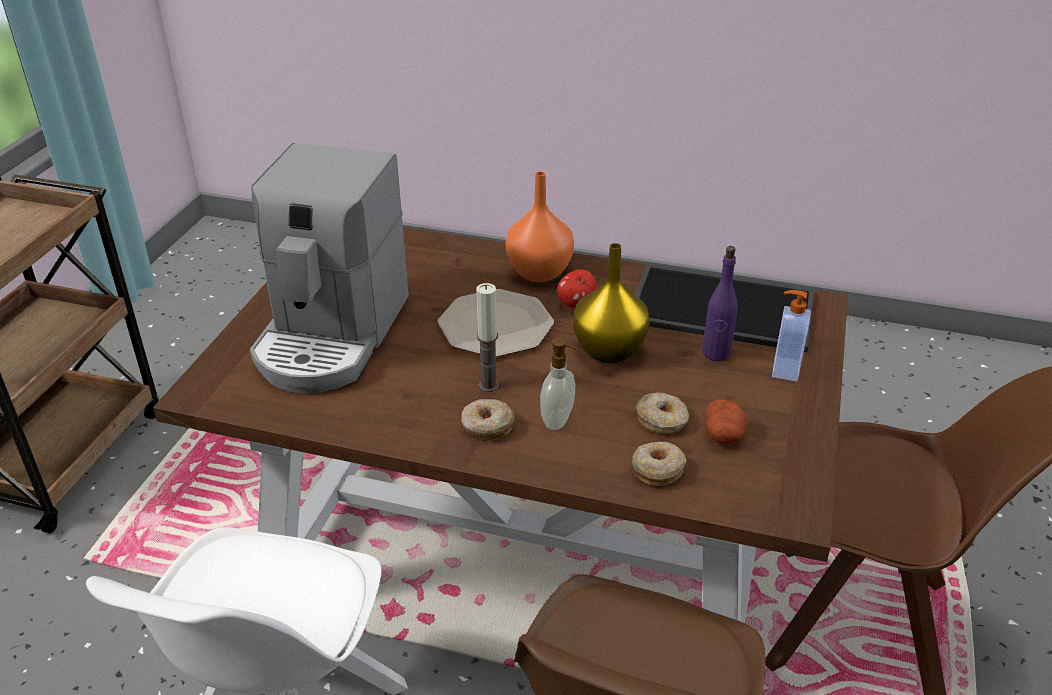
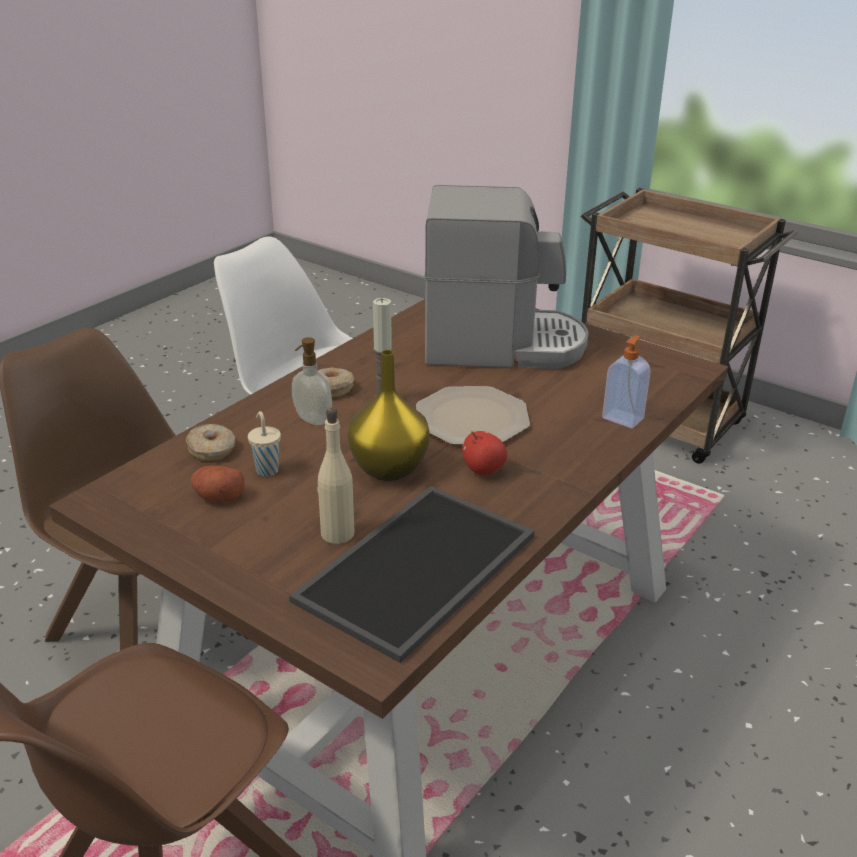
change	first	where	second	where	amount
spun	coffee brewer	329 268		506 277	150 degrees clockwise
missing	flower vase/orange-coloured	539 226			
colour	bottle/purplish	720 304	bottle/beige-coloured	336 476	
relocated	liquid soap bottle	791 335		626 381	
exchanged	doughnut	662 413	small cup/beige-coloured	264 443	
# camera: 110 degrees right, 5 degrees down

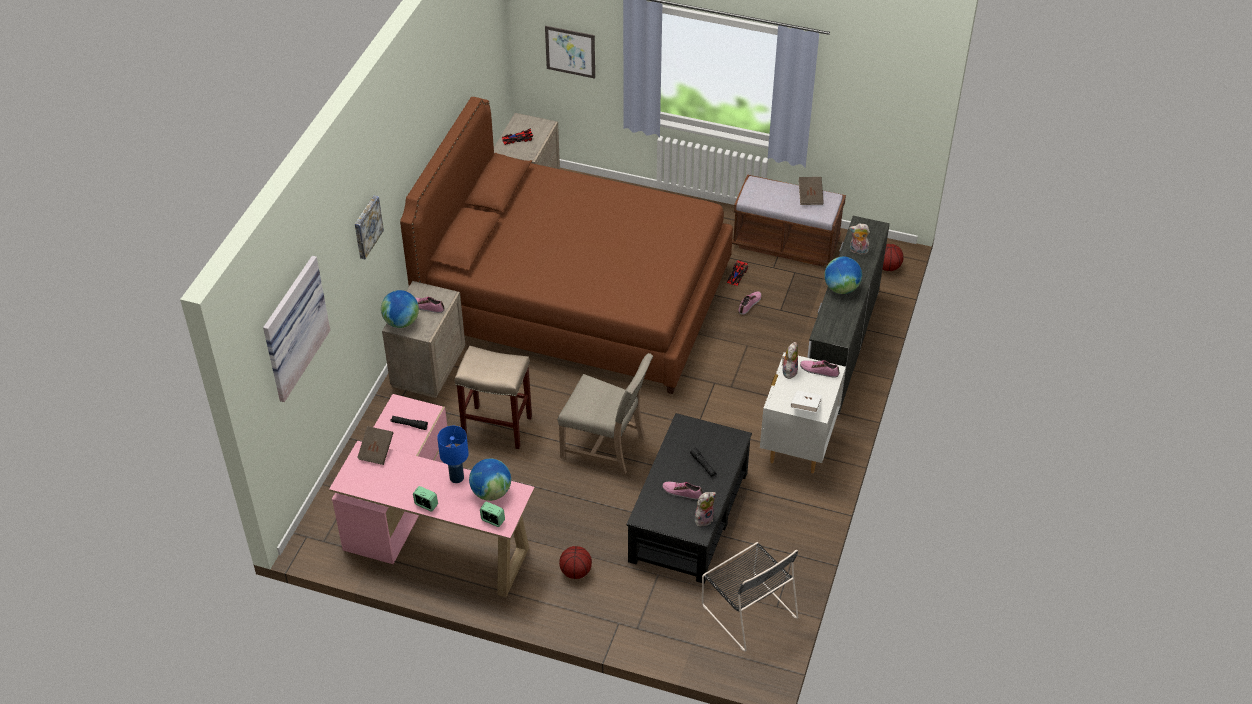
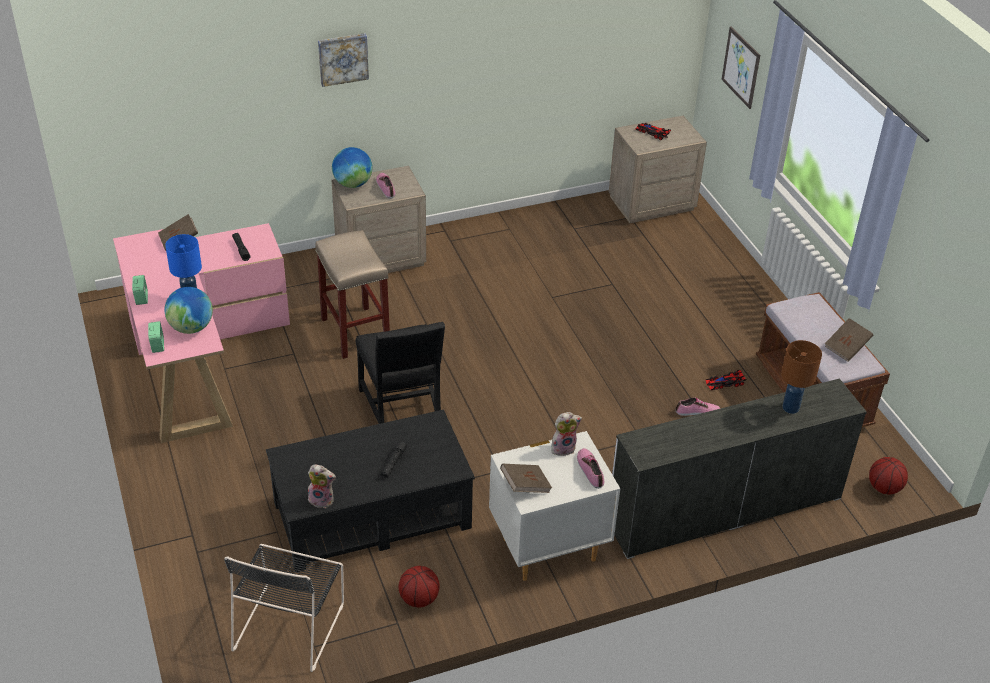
change	first	where	second	where	amount
missing	sleeping bed/brownish	566 245			
exchanged	soft toy	859 239	lamp for a table/brownish	801 377	
missing	picture	296 329			
missing	world globe	843 275			
colour	upright chair/beige-coloured	605 414	upright chair/blackish	400 373	
colour	book/white	806 402	book/brownish	526 478	
missing	item of footwear	682 491			
relocated	basketball ball	575 562		419 587	
# camera: 50 degrees right, 5 degrees down

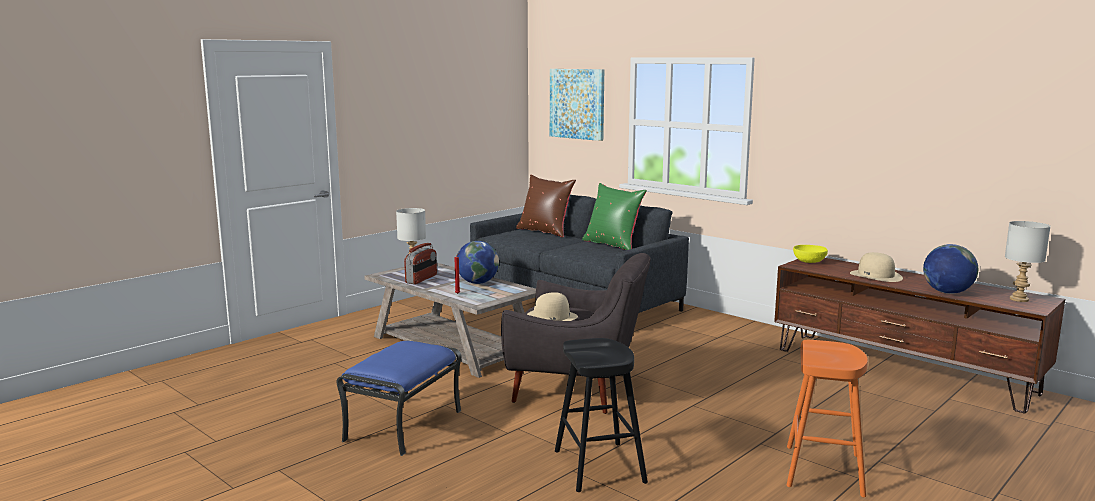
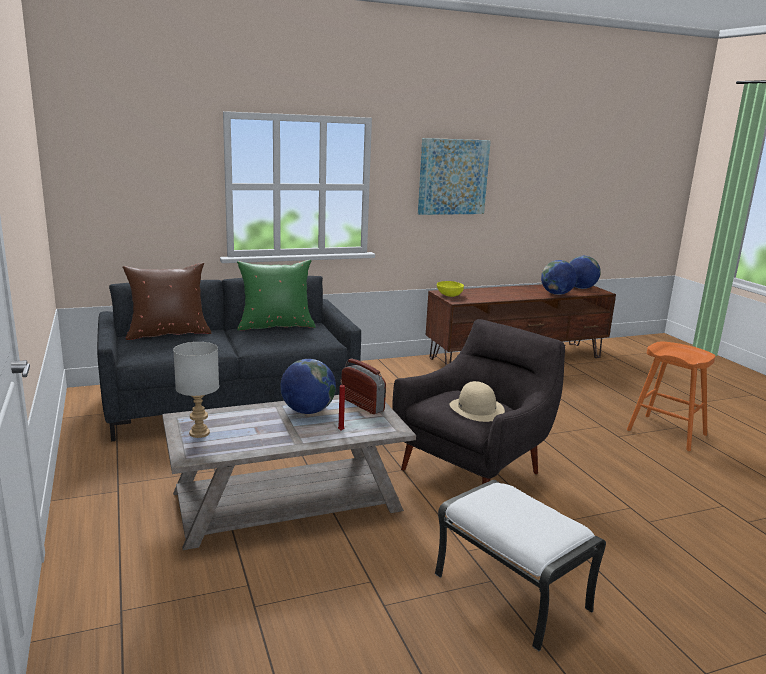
change	first	where	second	where	amount
relocated	picture	577 105		454 176	
exchanged	lamp for a table/greyish	1028 261	world globe	585 272	
relocated	radio	420 263		364 386	
missing	wearable hat/beige-coloured	876 267			
missing	stool seat/blackish	601 415			
colour	pouffe/blue-coloured	399 398	pouffe/white	520 565	
# camera: 65 degrees left, 5 degrees up

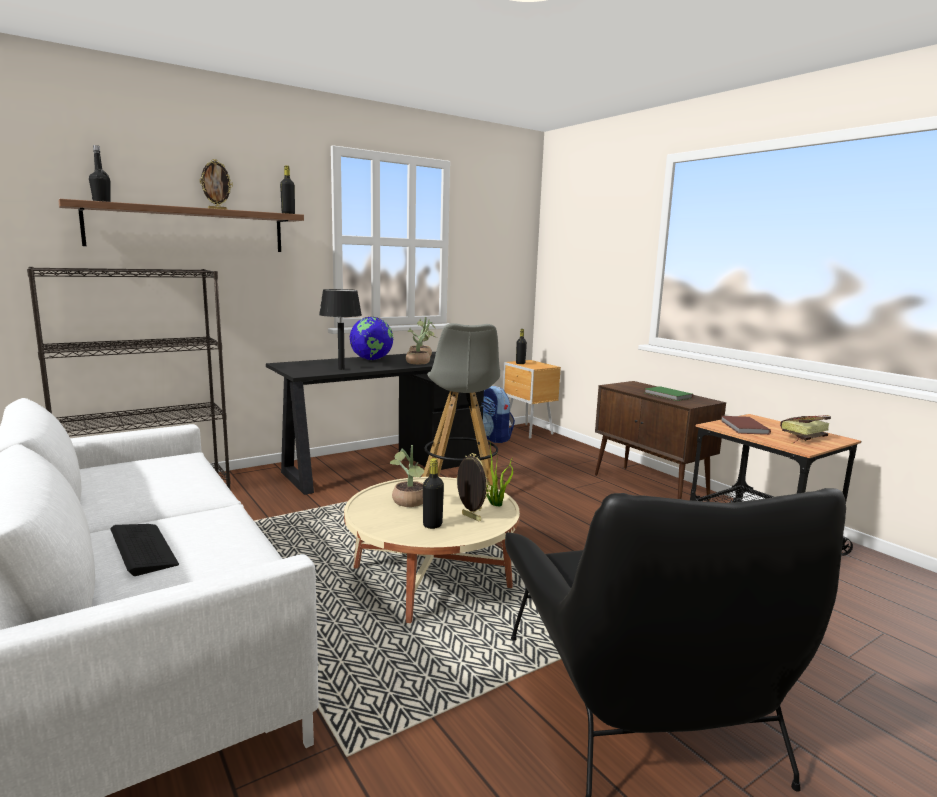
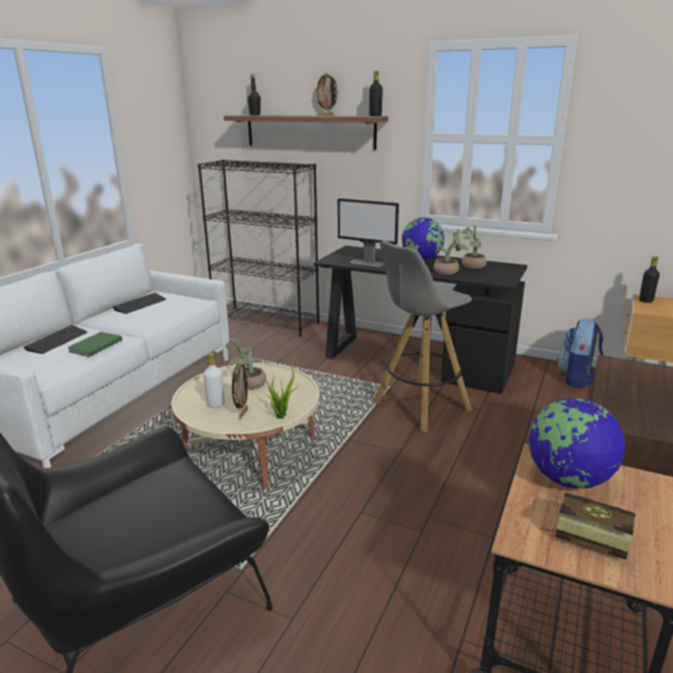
change	first	where	second	where	amount
exchanged	lamp for a table/blackish	340 329	monitor	368 232	
relocated	book/green-coloured	669 393		95 344	
exchanged	book/brownish	746 425	world globe	576 443	
colour	bottle/blackish	433 493	bottle/white	213 380	
appeared			PC keyboard	139 303	
# camera: 60 degrees right, 10 degrees up

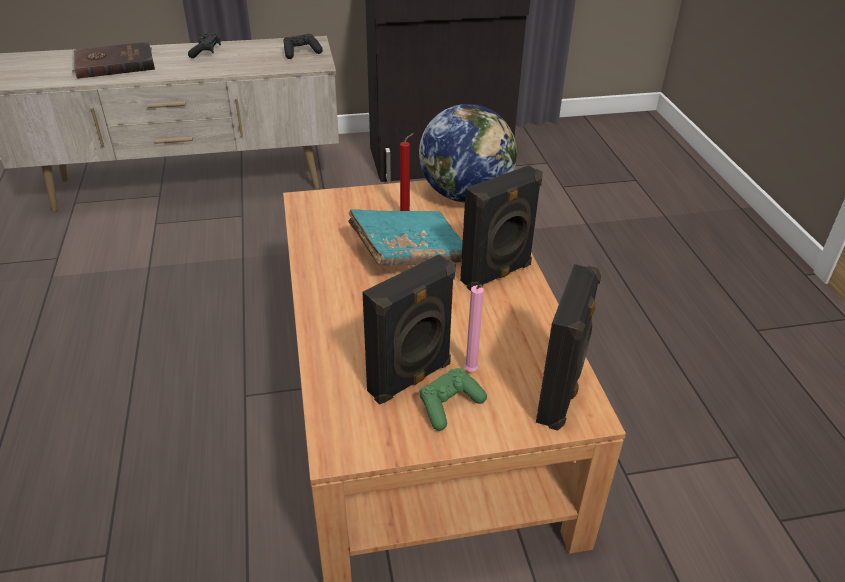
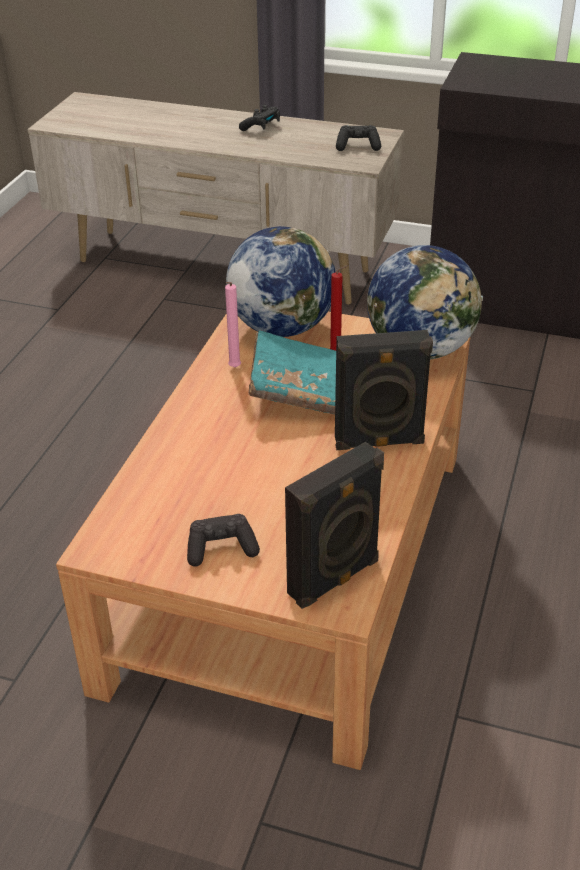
change	first	where	second	where	amount
missing	book/brownish	113 60			
missing	speaker/blackish	409 329			
relocated	candle/pink-coloured	474 328		233 325	
colour	game controller/green-coloured	453 399	game controller/blackish	223 540	
appeared			world globe	281 281	
# camera: 30 degrees right, 0 degrees up

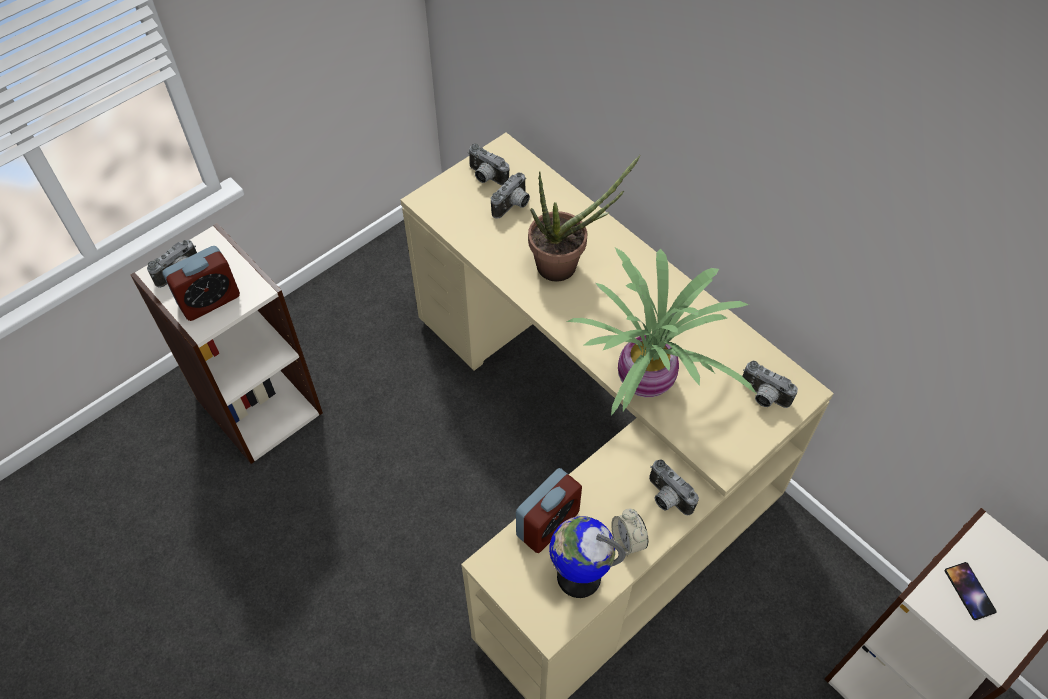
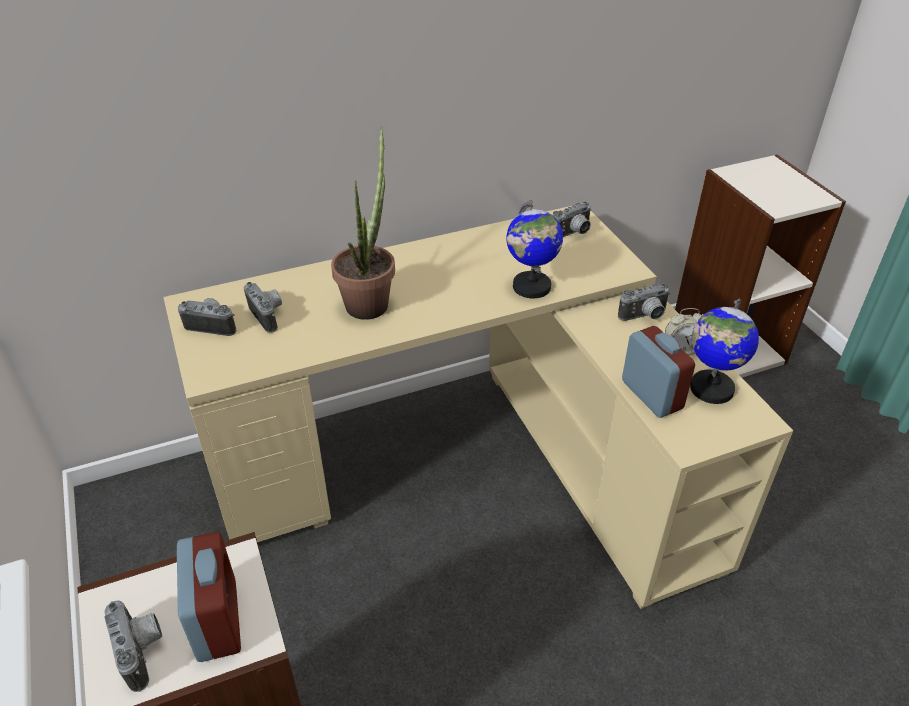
change	first	where	second	where	amount
spun	photo camera	489 164		207 317	135 degrees counterclockwise
exchanged	potted plant	661 332	world globe	534 249	
missing	phone	971 591			
# camera: 70 degrees left, 15 degrees down

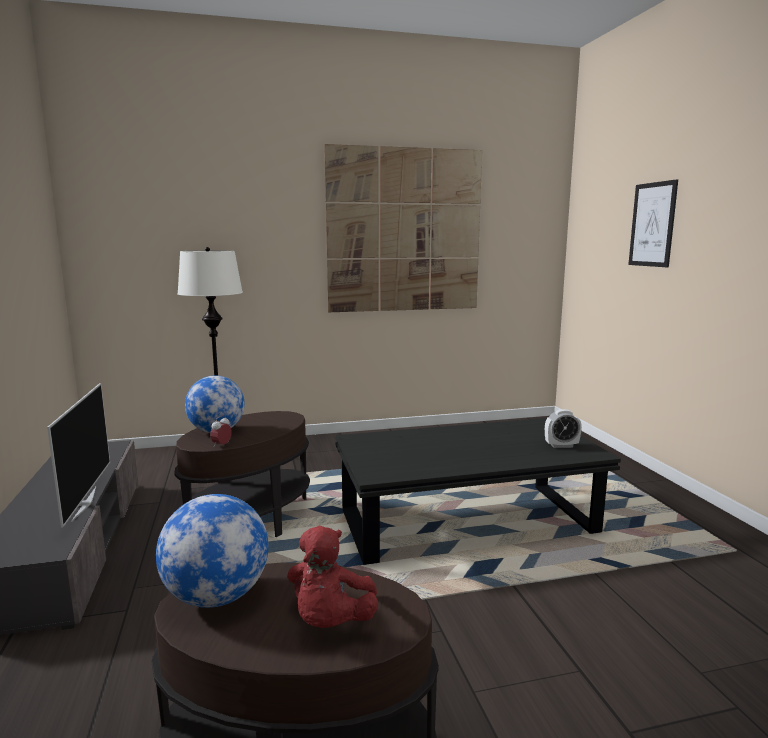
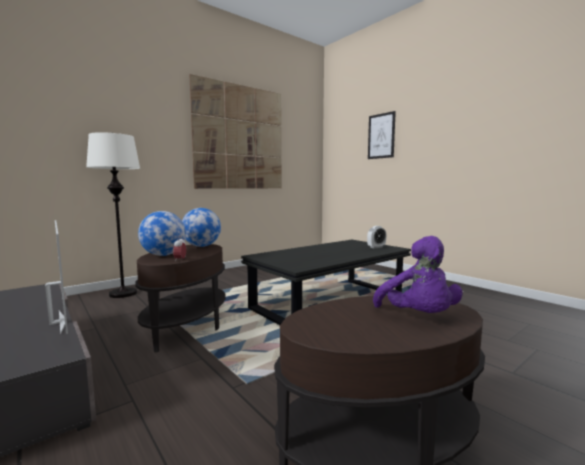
change	first	where	second	where	amount
relocated	world globe	212 551		201 227	
colour	soft toy/red	332 577	soft toy/purplish	418 274	
# camera: 25 degrees left, 5 degrees down

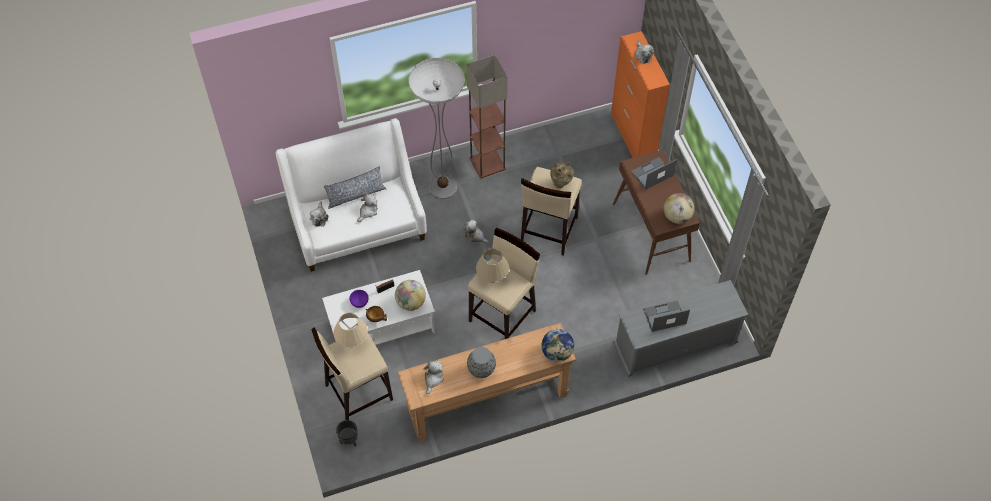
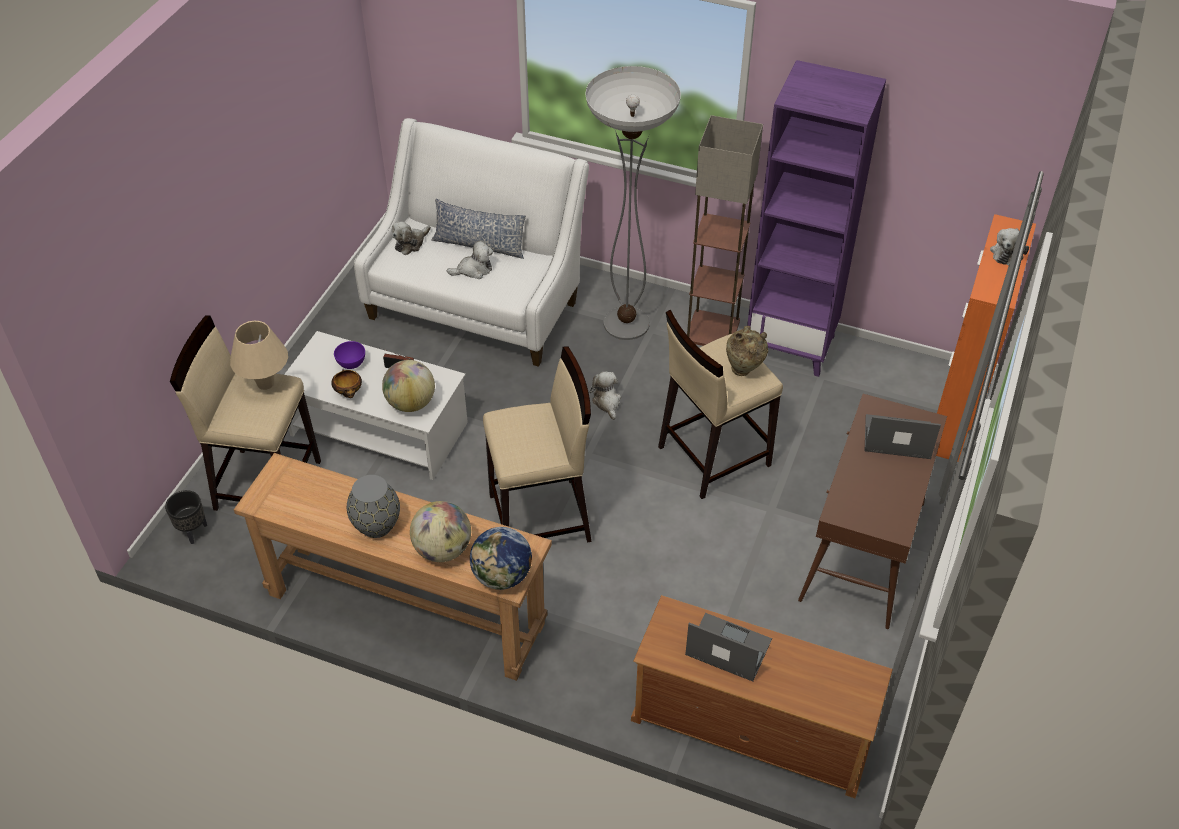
change	first	where	second	where	amount
relocated	world globe	679 208		440 531	
missing	lamp for a table/beige-coloured	492 265			
colour	tv stand/greyish	680 328	tv stand/brownish	762 696	
missing	soft toy	433 377			
appeared			shelving unit/purplish	816 218	
# camera: 40 degrees right, 10 degrees down

